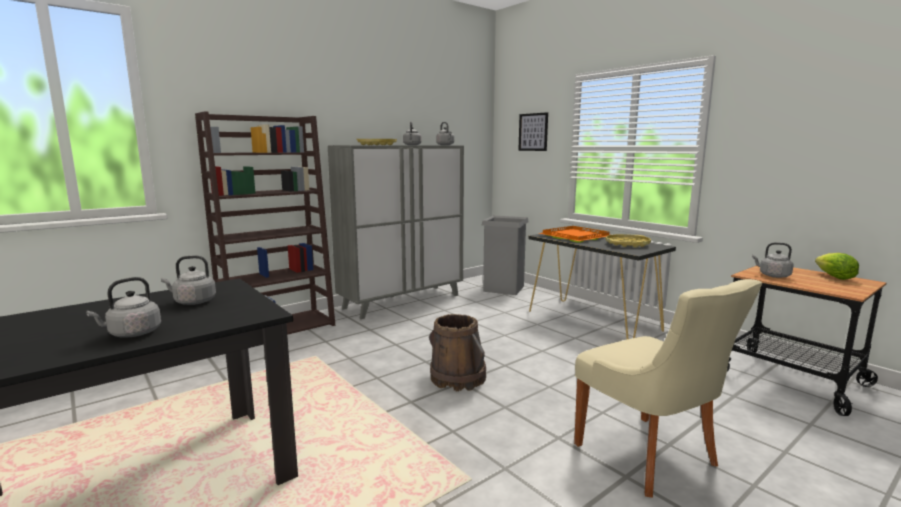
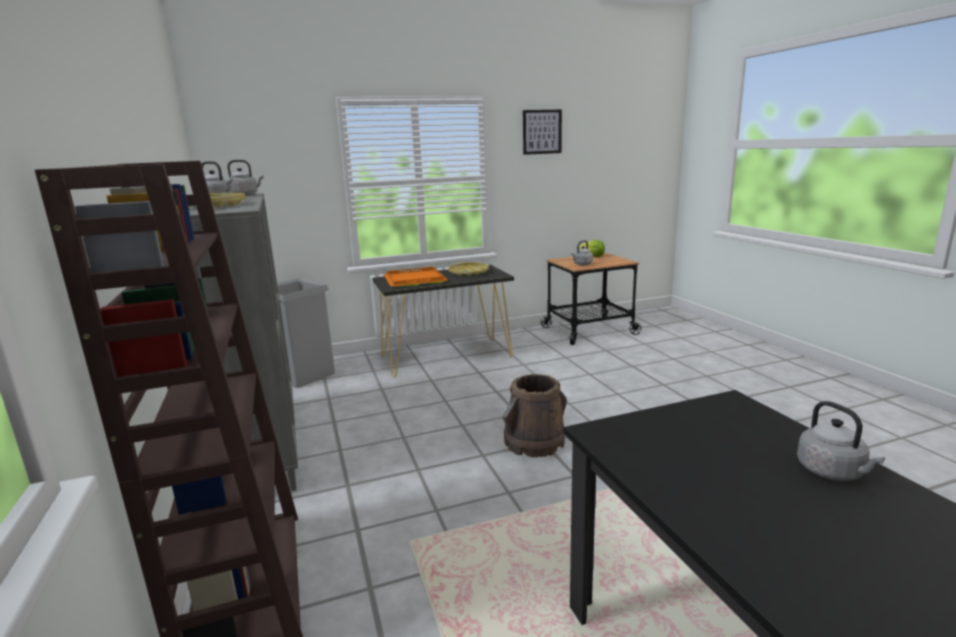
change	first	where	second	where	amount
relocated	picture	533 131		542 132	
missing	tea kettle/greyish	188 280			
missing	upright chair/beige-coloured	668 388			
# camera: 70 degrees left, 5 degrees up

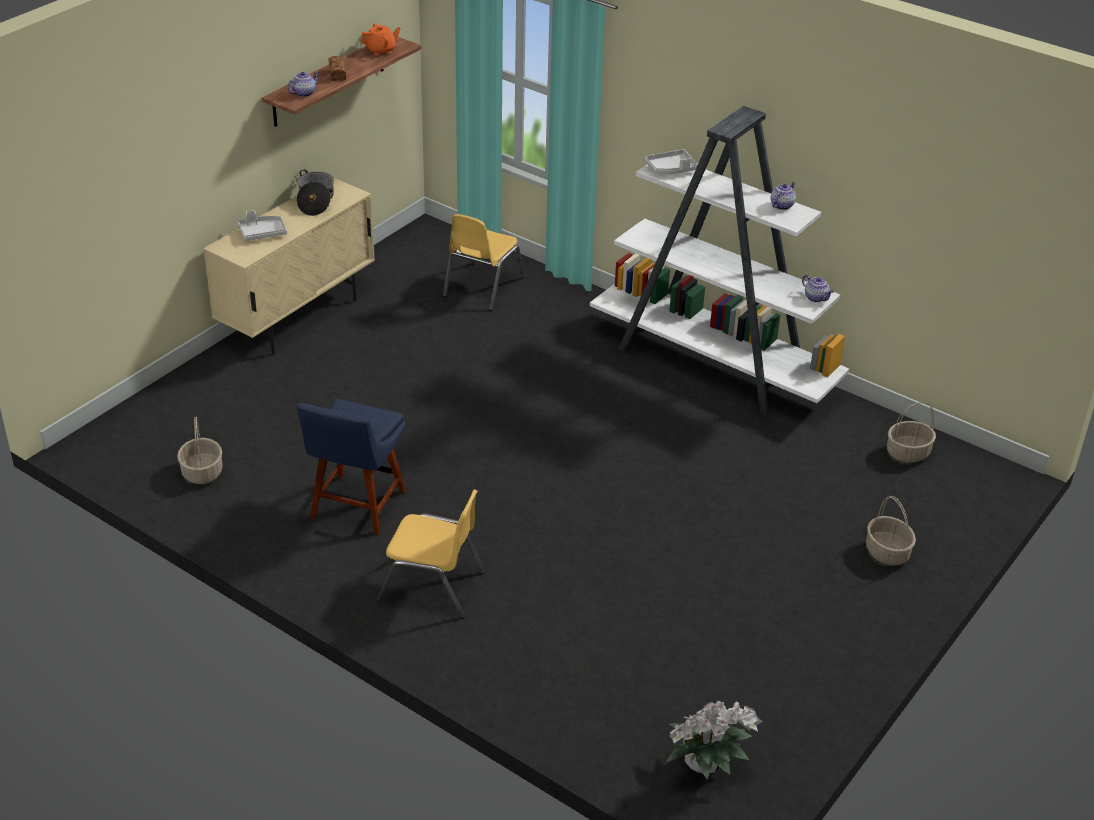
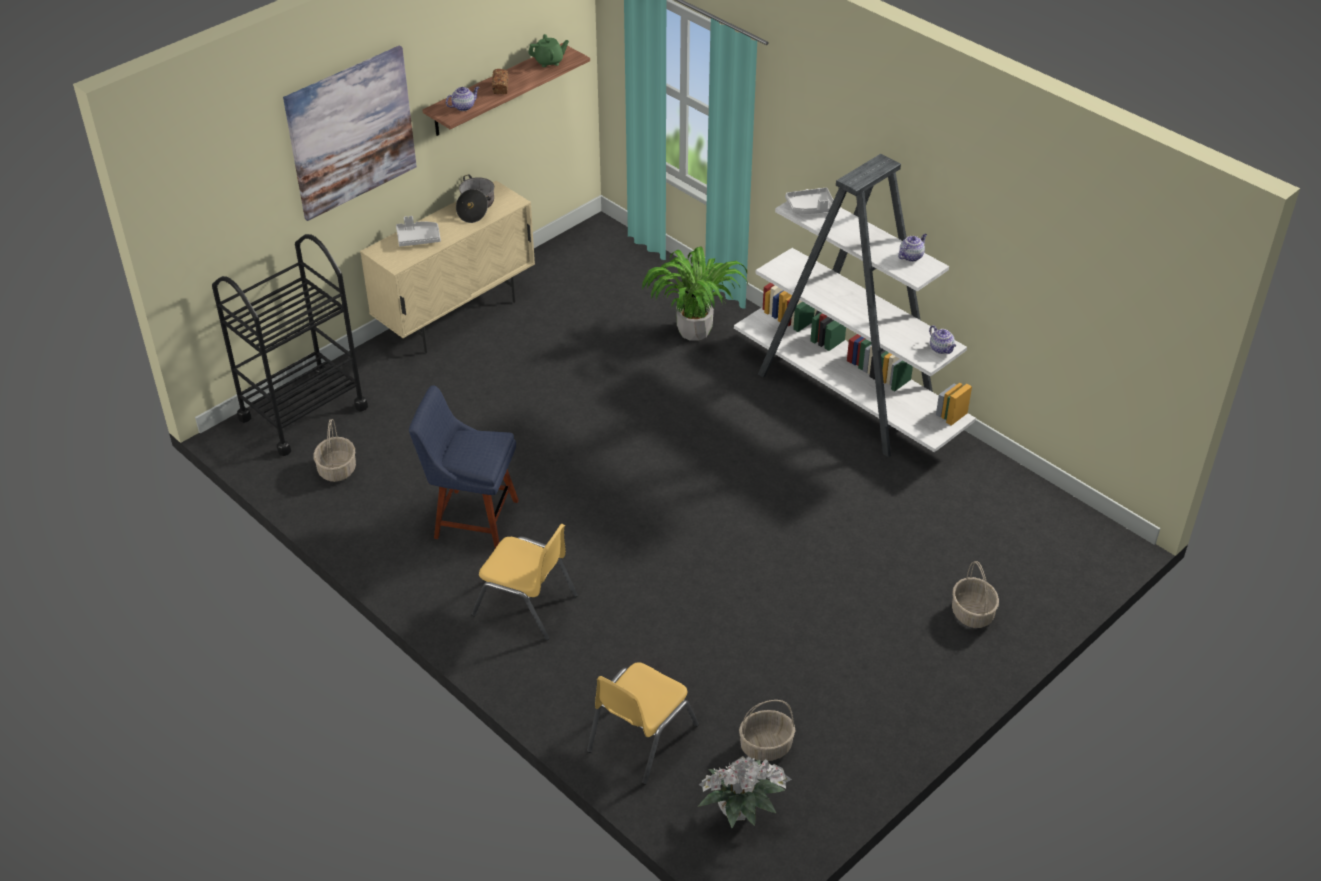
change	first	where	second	where	amount
colour	pot for tea/orange-coloured	381 39	pot for tea/green-coloured	548 50	
relocated	upright chair/yellow-coloured	484 262		643 723	
spun	upright chair/blue-coloured	351 467		464 466	75 degrees clockwise
relocated	basket	911 432		767 730	
appeared			picture	350 133	
appeared			cart/blackish	290 345	
appeared			potted plant	695 293	
# camera: 10 degrees right, 5 degrees up

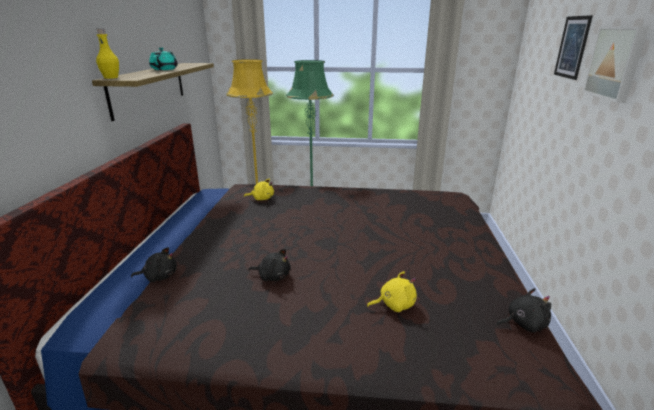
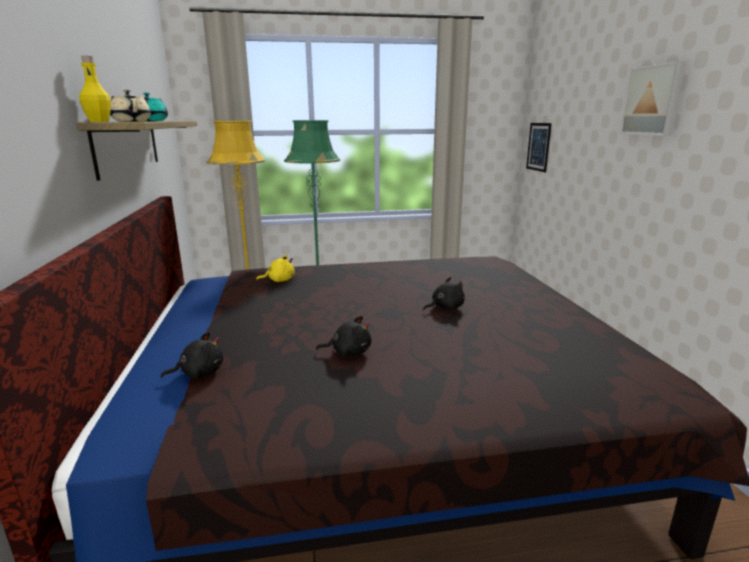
change	first	where	second	where	amount
relocated	picture	573 47		539 147	
missing	soft toy/yellow-coloured	392 291			
relocated	soft toy/blackish	523 310		444 293	
appeared			pot for tea/beige-coloured	130 105	
# camera: 15 degrees left, 5 degrees down

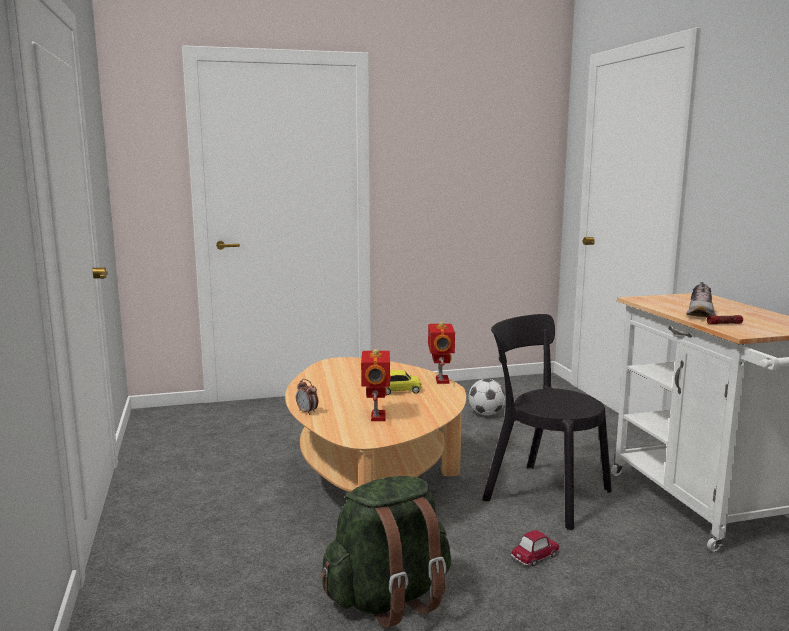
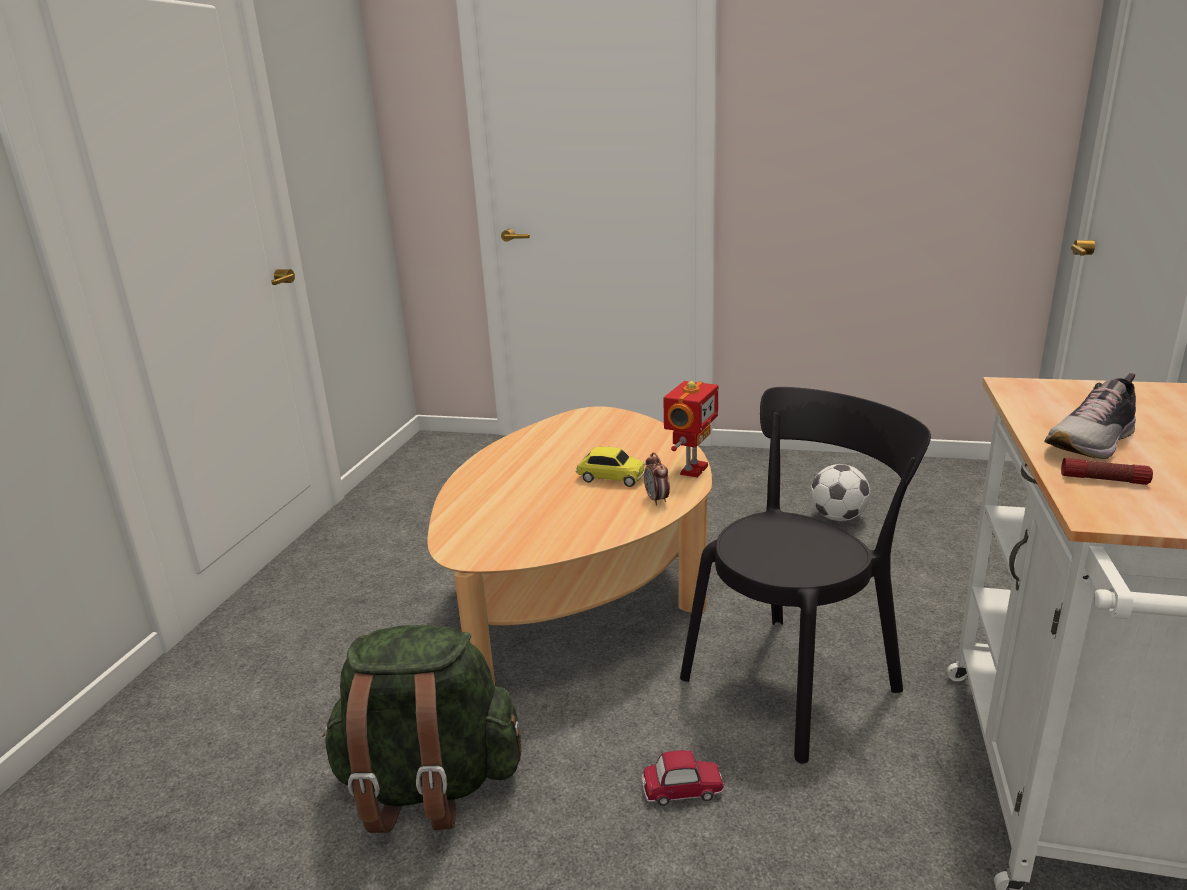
change	first	where	second	where	amount
spun	upright chair/blackish	547 422		805 575	75 degrees clockwise
missing	robot figure	376 385			
relocated	table clock	307 397		657 478	
# camera: 30 degrees right, 10 degrees up

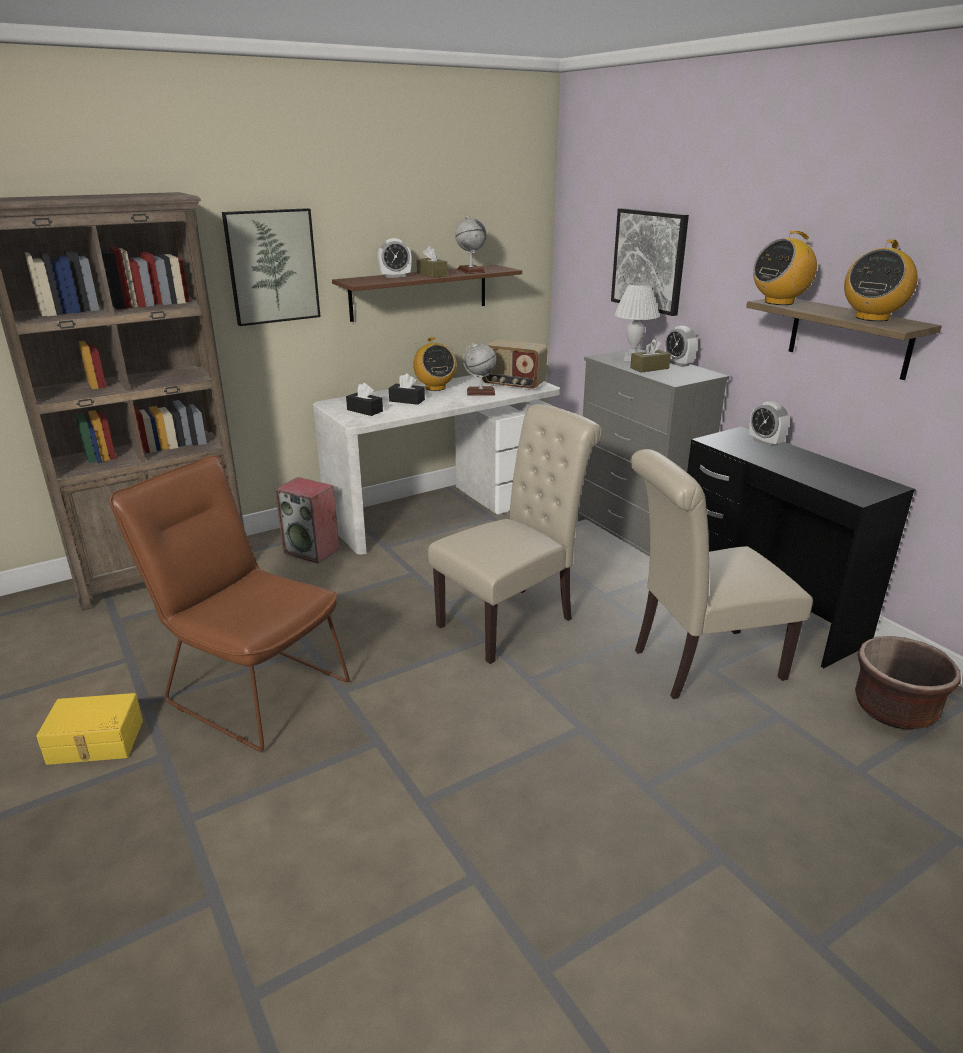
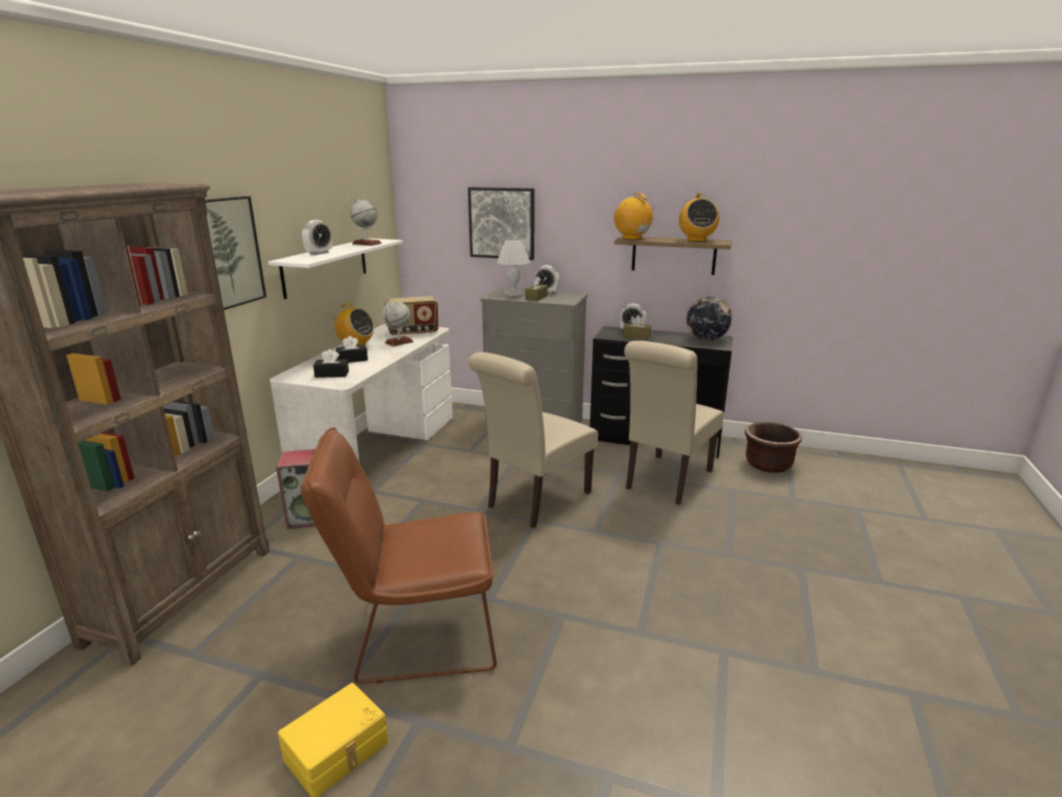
change	first	where	second	where	amount
spun	radio	785 268		635 216	120 degrees clockwise
relocated	tissue box/brownish	432 262		637 327	
colour	shelf/brownish	427 293	shelf/white	335 268	
spun	upright chair/beige-coloured	515 534		533 440	150 degrees counterclockwise
appeared			world globe	709 318	
# camera: 40 degrees left, 5 degrees down

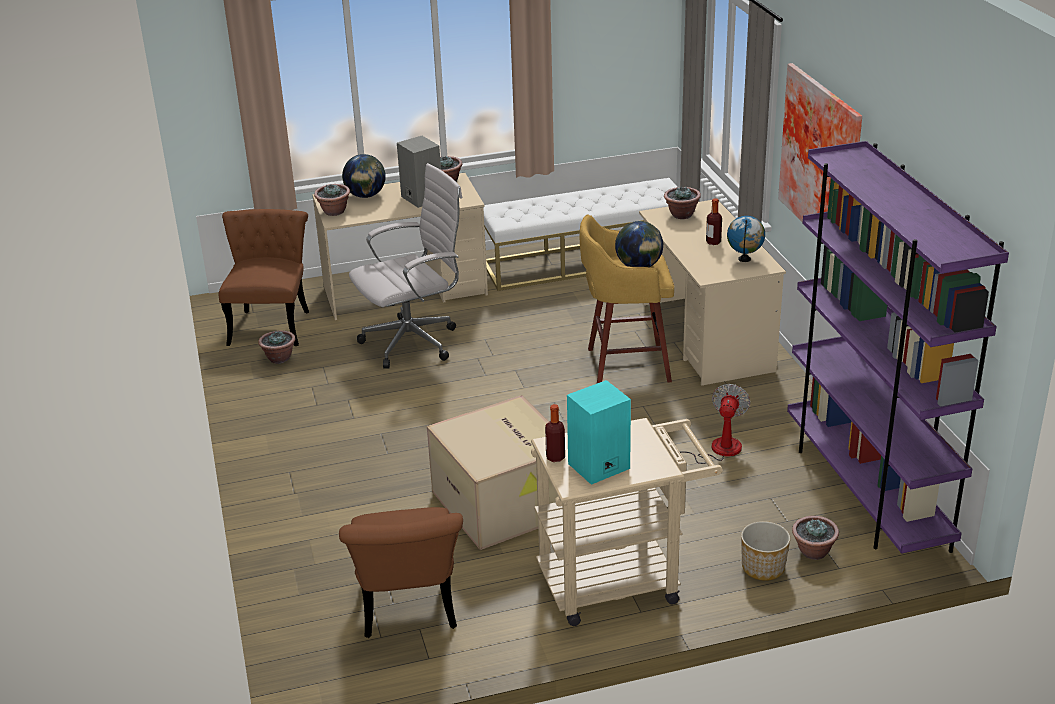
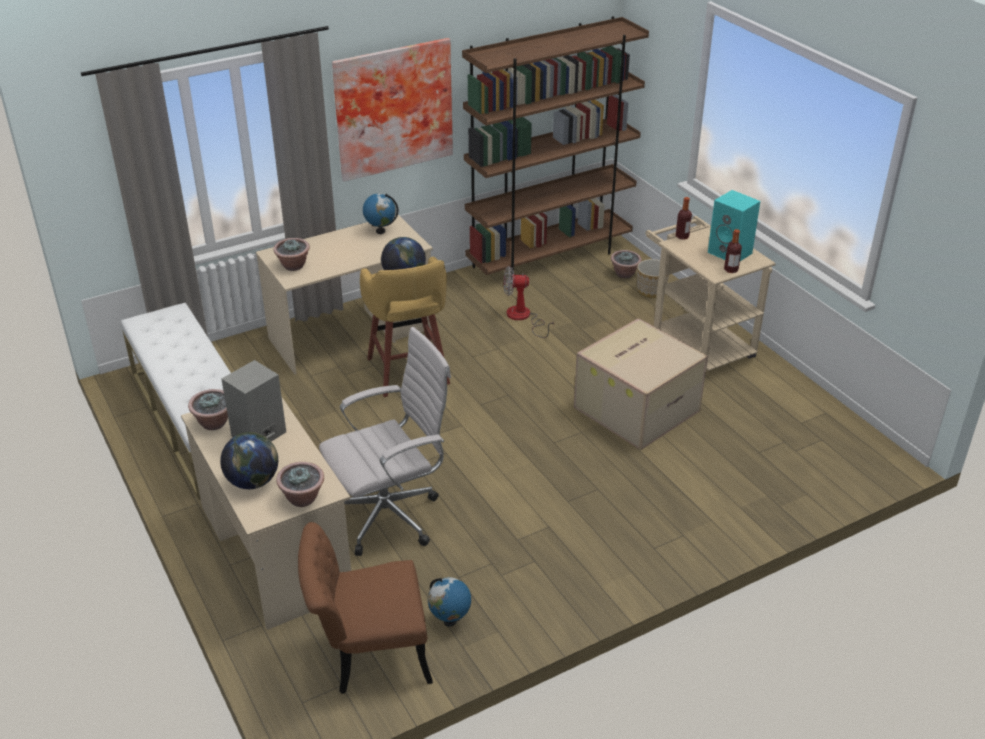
change	first	where	second	where	amount
colour	shelving unit/purplish	898 347	shelving unit/brownish	555 150	
spun	office chair/white	405 266		385 441	105 degrees clockwise
relocated	bottle	714 221		684 218	
exchanged	potted plant	276 347	world globe	449 602	
missing	upright chair/brownish	401 572			
# camera: 105 degrees left, 5 degrees up

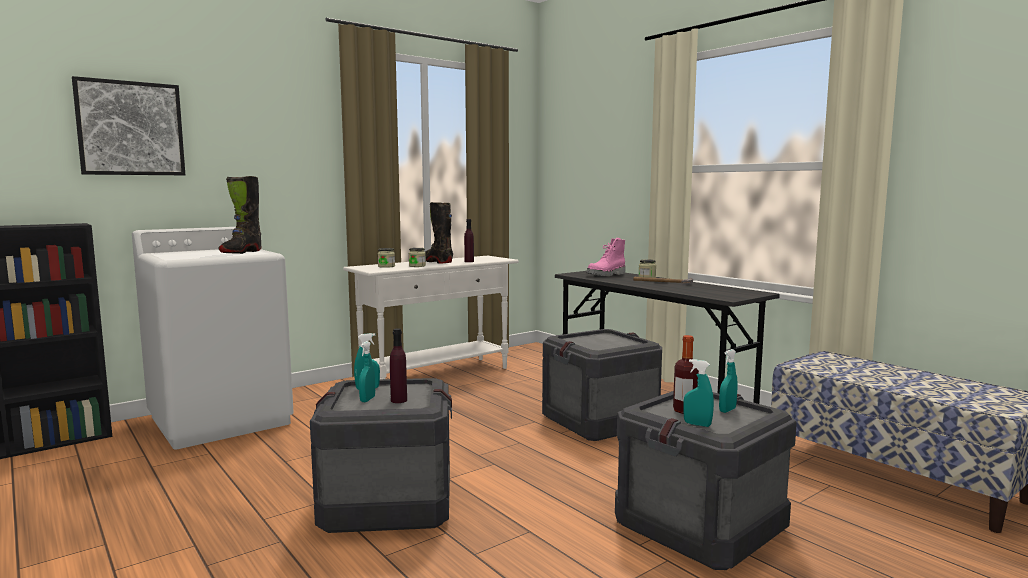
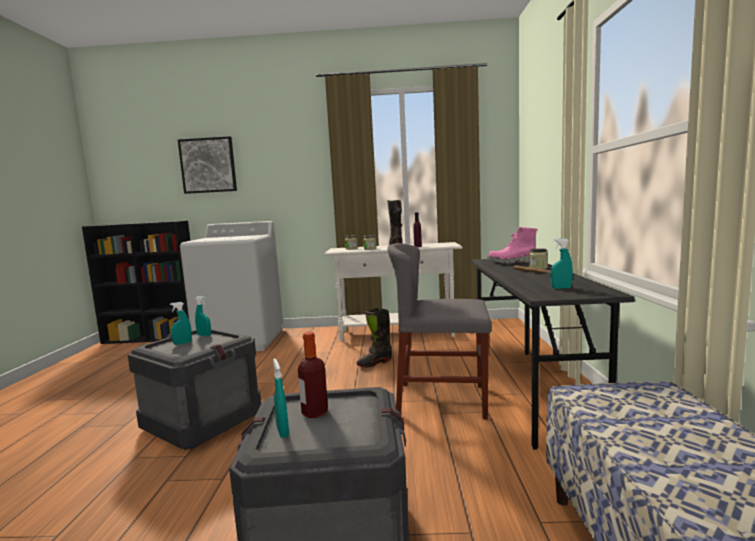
change	first	where	second	where	amount
relocated	boot/blackish	239 215		374 337	
missing	bottle/purplish	398 365			
exchanged	crate	602 385	upright chair/greyish	439 331	
relocated	sprayer/turquoise-coloured	728 381		562 263	
# camera: 40 degrees right, 0 degrees up

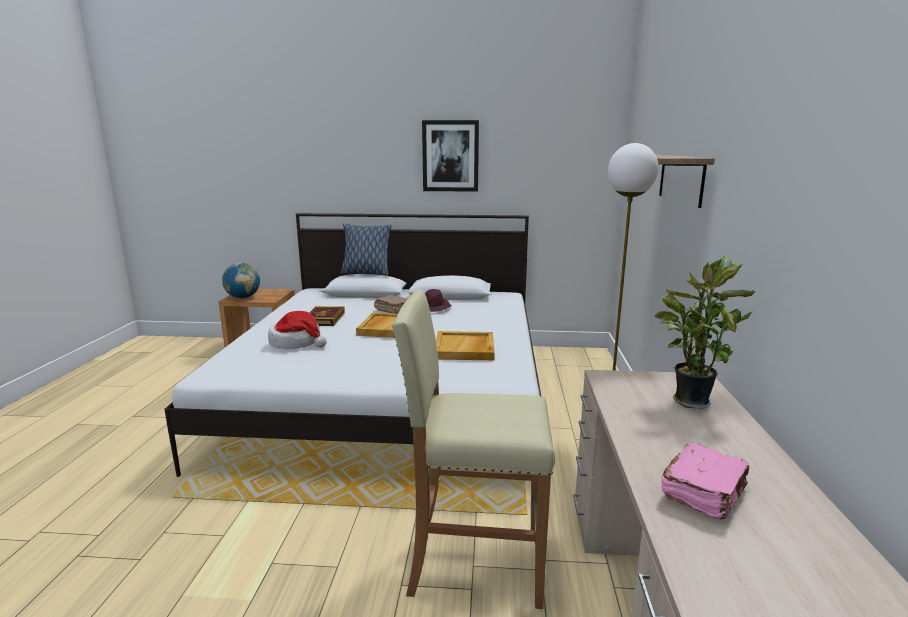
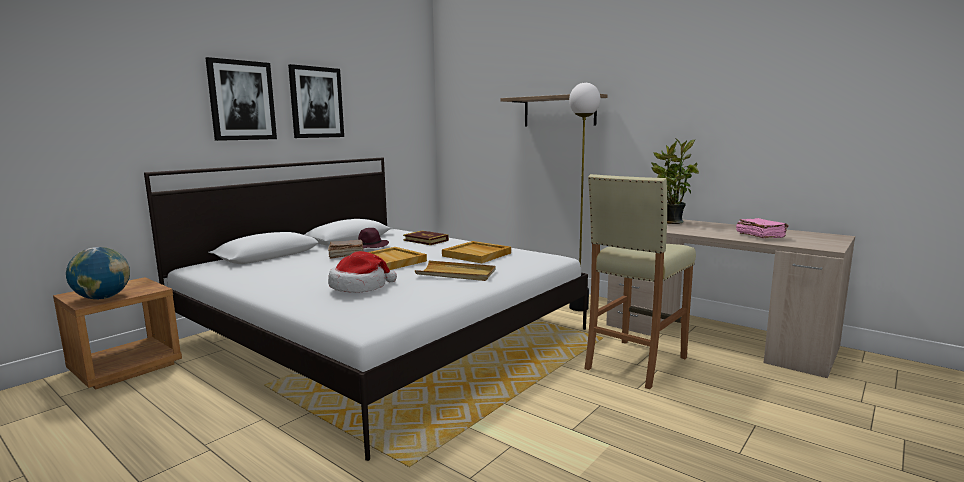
change	first	where	second	where	amount
missing	throw pillow	366 250			
relocated	book	327 316		426 238	
appeared			picture	241 99	
appeared			serving tray/beige-coloured	455 271	
# camera: 55 degrees left, 5 degrees down

